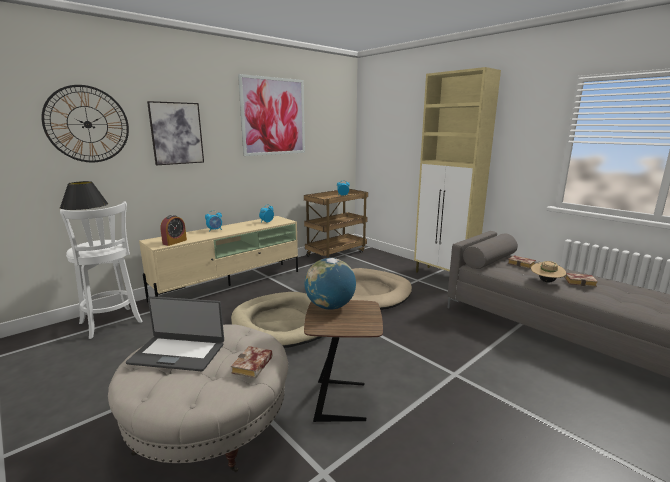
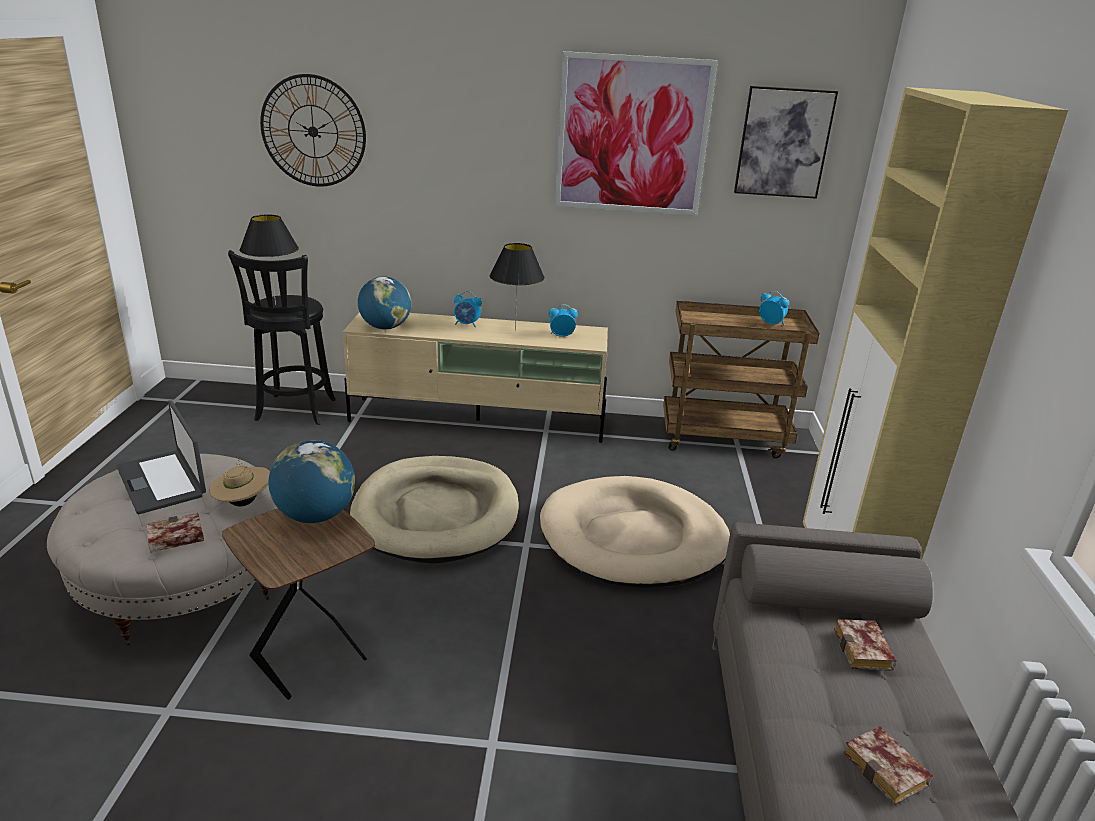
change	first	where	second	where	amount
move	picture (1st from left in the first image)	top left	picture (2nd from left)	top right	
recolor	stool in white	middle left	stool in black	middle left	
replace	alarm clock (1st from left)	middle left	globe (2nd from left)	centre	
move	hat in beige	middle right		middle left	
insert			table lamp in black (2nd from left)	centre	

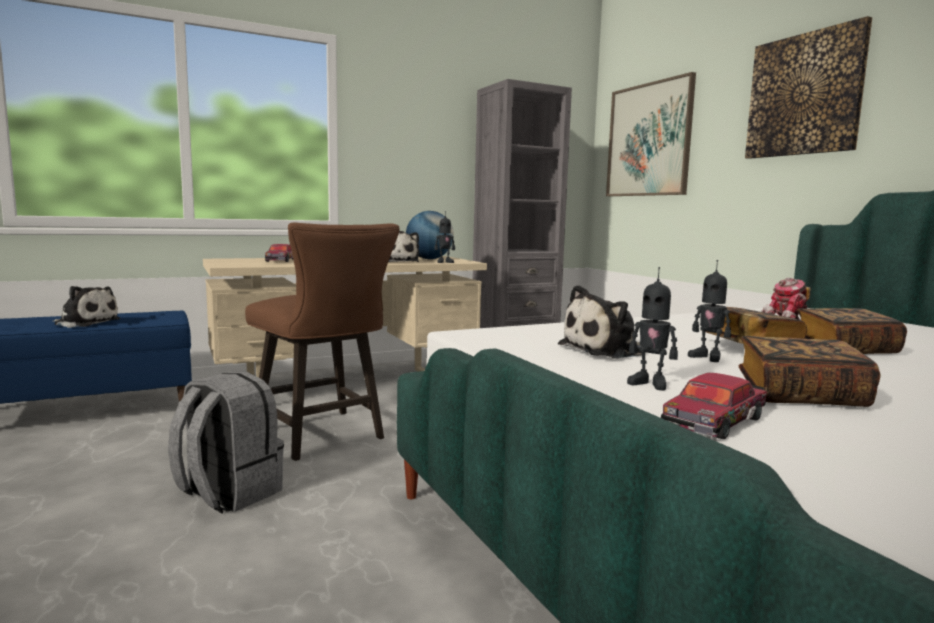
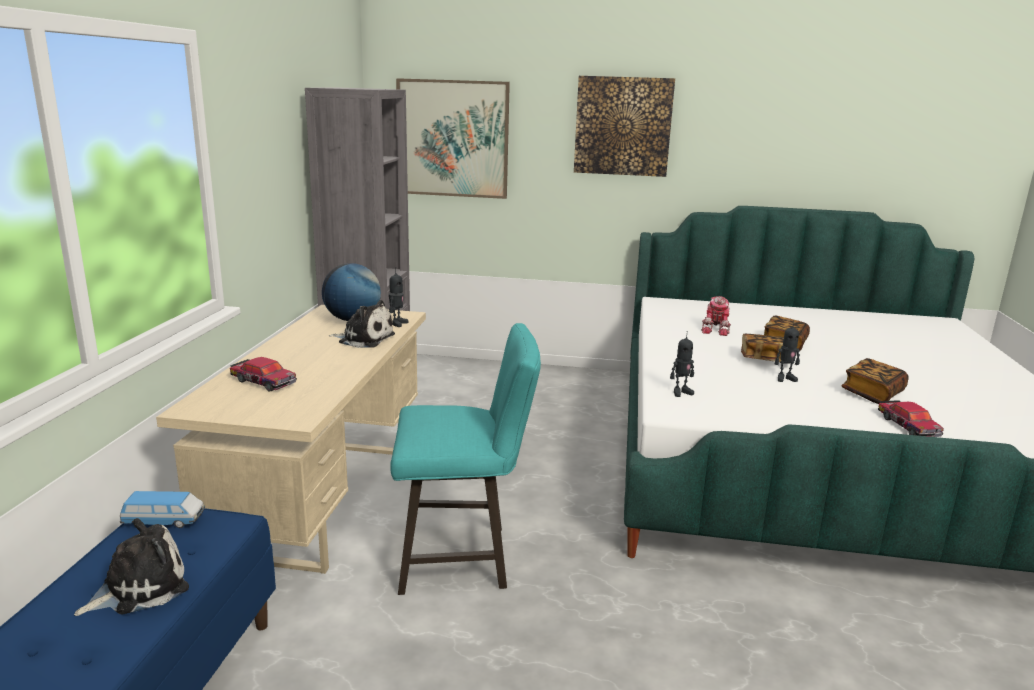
change	first	where	second	where	amount
recolor	stool in brown	centre	stool in turquoise	centre	
move	toy robot (2nd from left)	middle right		centre	
delete	plush toy (3rd from left)	centre			
delete	backpack in grey	bottom left			
insert			toy car (1st from left)	bottom left	

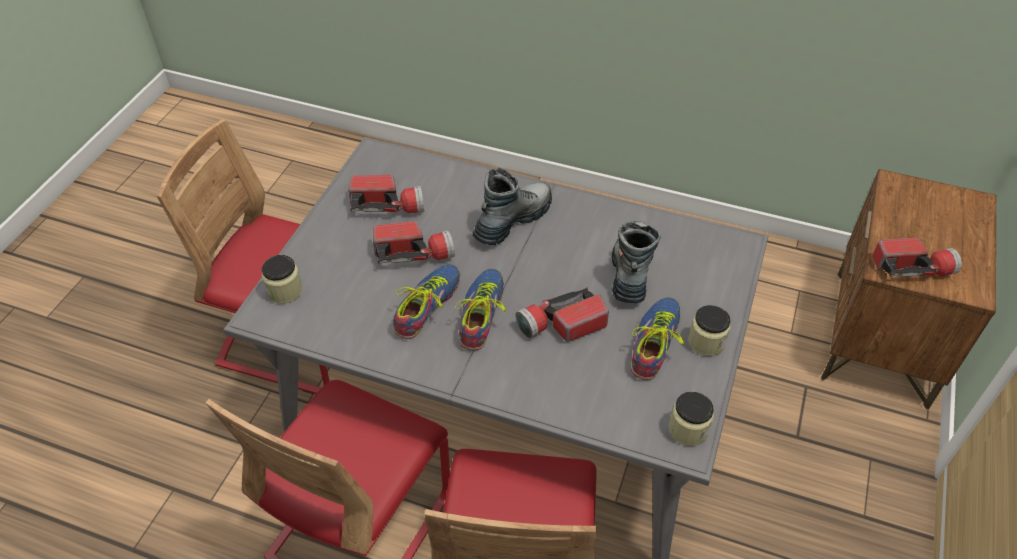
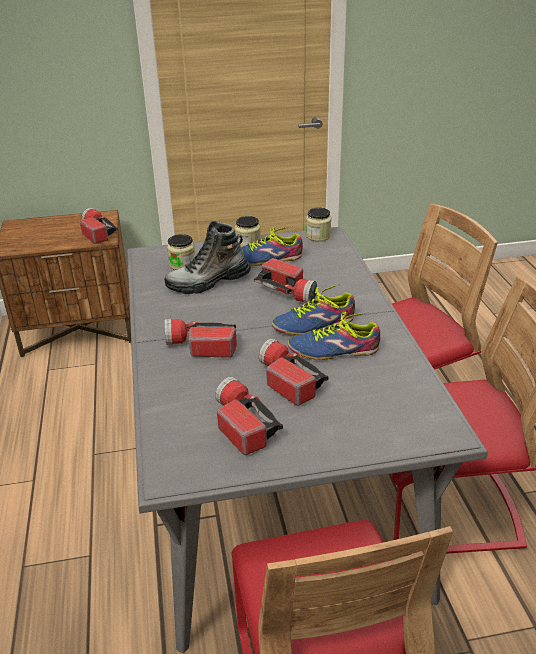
change	first	where	second	where	amount
replace	boot (1st from left)	centre	flashlight (2nd from left)	centre	
move	jar (1st from left)	middle left		centre	

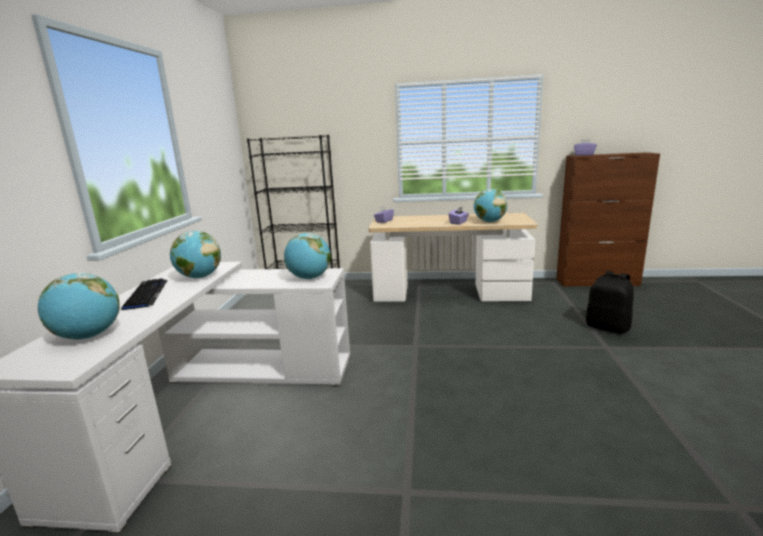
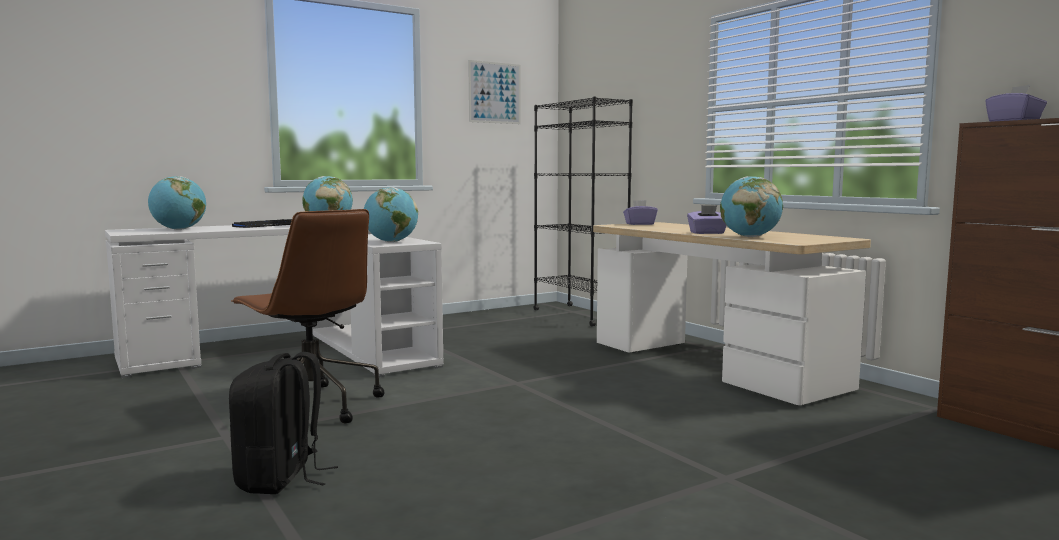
change	first	where	second	where	amount
move	backpack in black	middle right		bottom left	
insert			picture	top centre	
insert			office chair in brown	middle left	

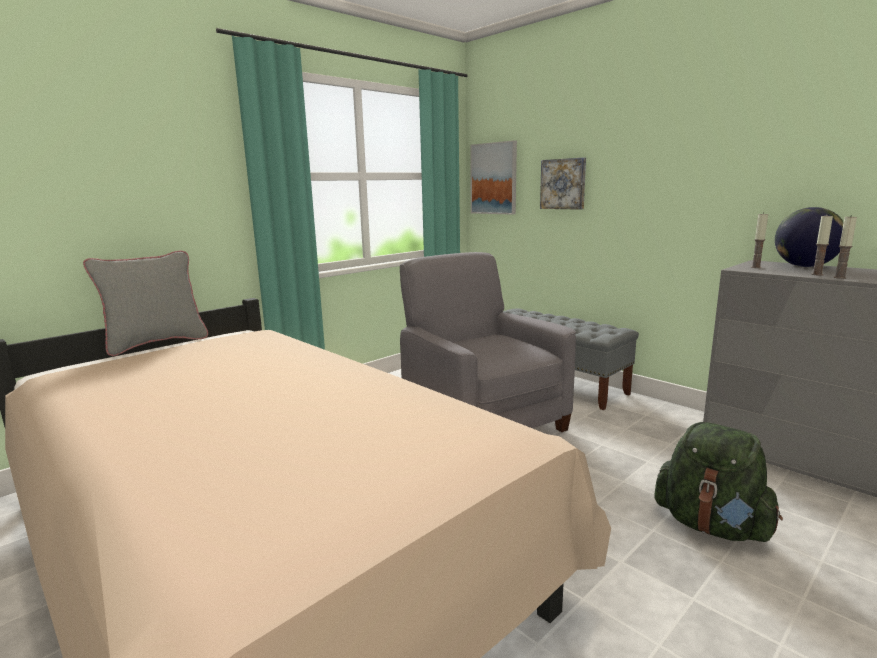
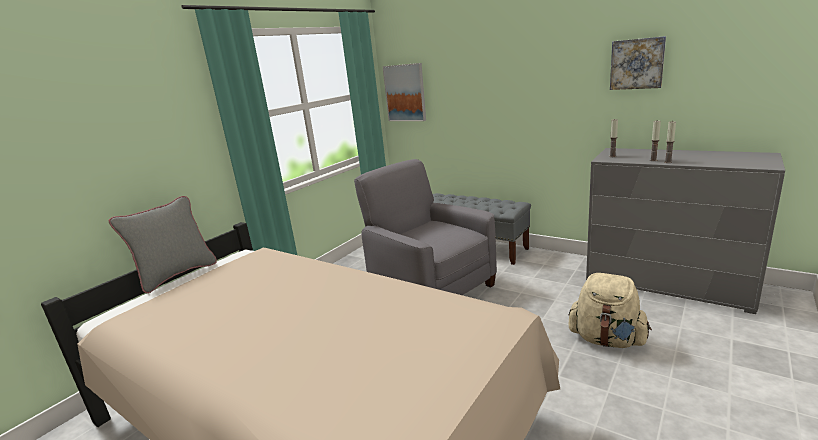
change	first	where	second	where	amount
move	picture (2nd from left)	top centre		top right	
delete	globe	middle right			
recolor	backpack in green	bottom right	backpack in beige	bottom right	

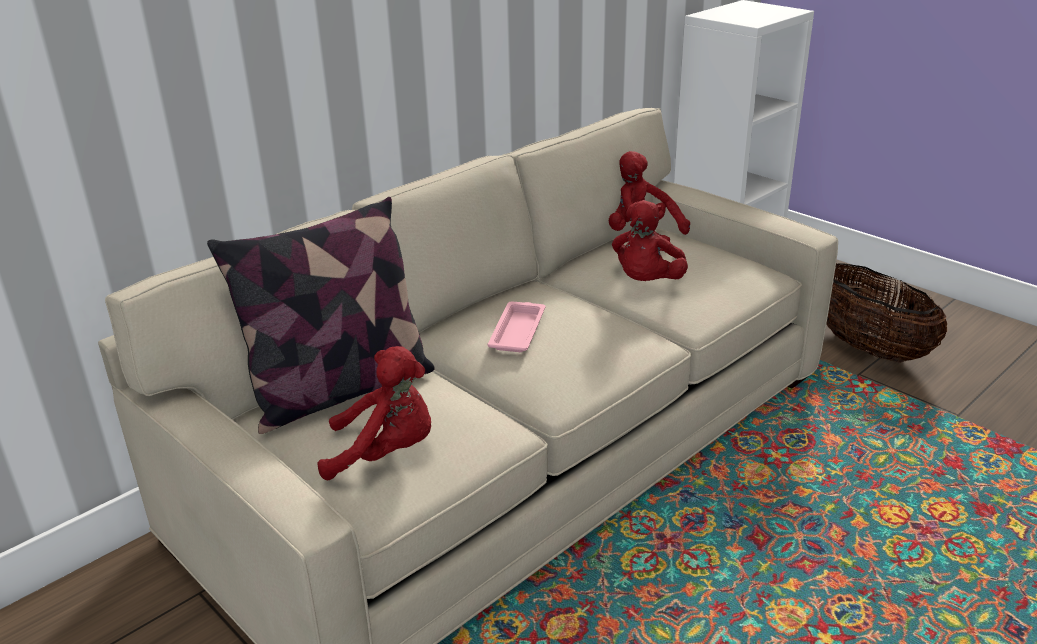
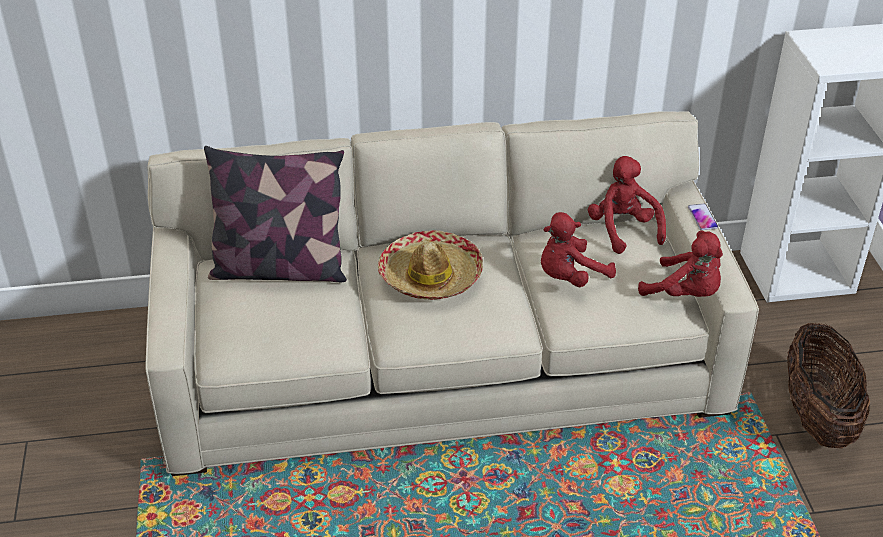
change	first	where	second	where	amount
replace	tray in pink	centre	hat	centre	
move	plush toy in red (1st from left in the first image)	centre	plush toy in red (3rd from left)	middle right	
insert			phone	middle right	

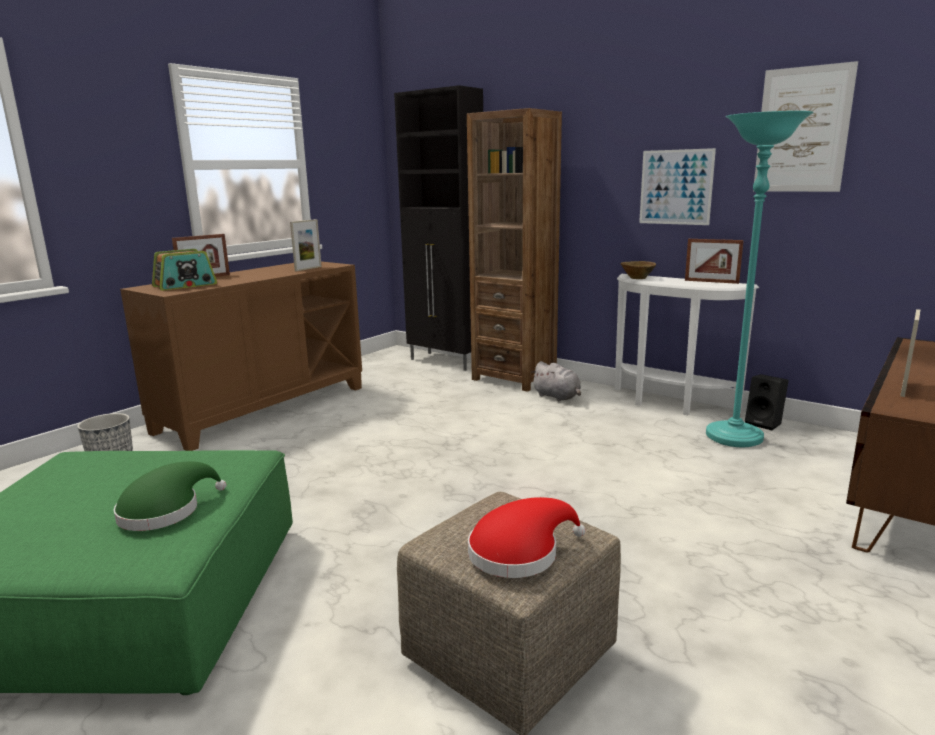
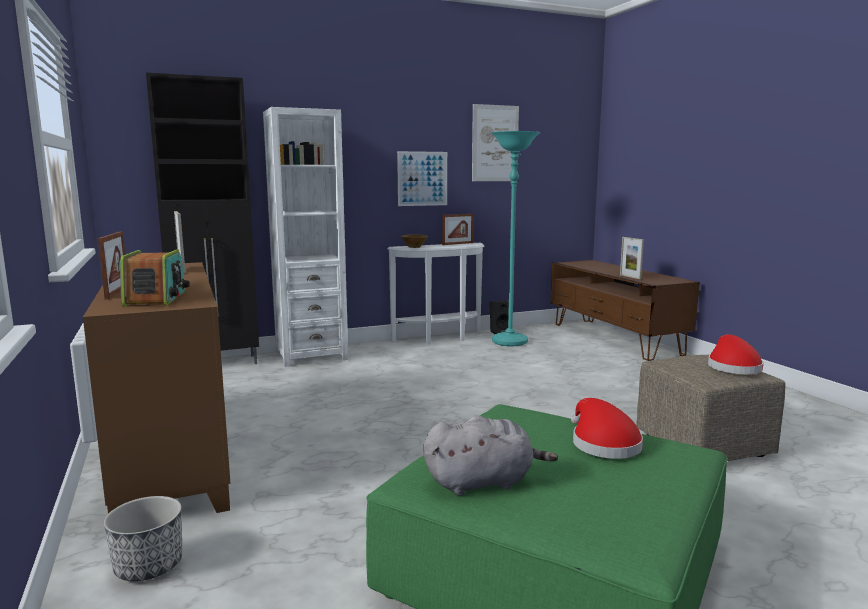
change	first	where	second	where	amount
recolor	bookcase in brown	centre	bookcase in white	centre	
move	plush toy in grey	centre		bottom centre	
recolor	hat in green	bottom left	hat in red (1st from left)	bottom right	

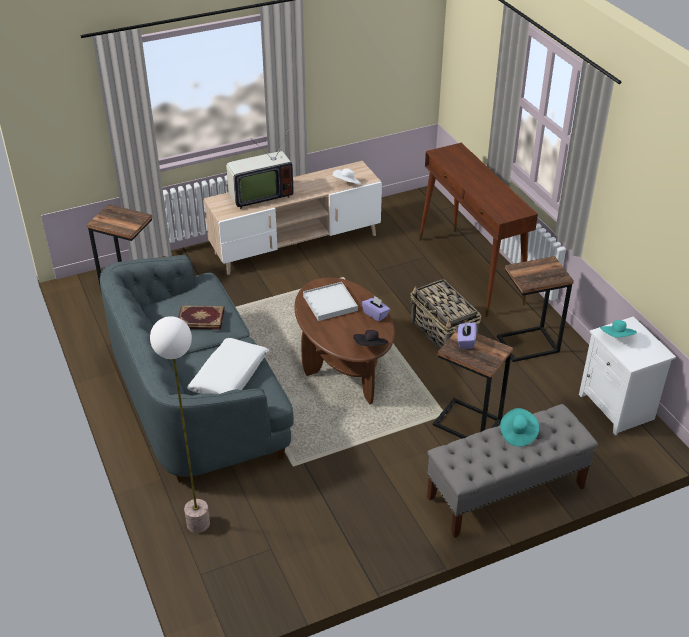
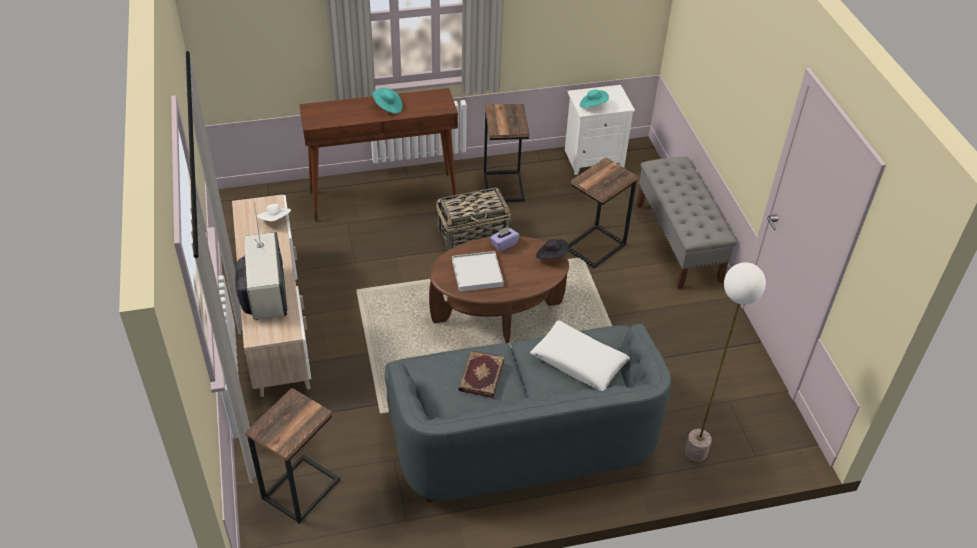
change	first	where	second	where	amount
delete	tissue box in purple (2nd from left)	middle right			
move	hat in turquoise (1st from left)	bottom right		top centre	

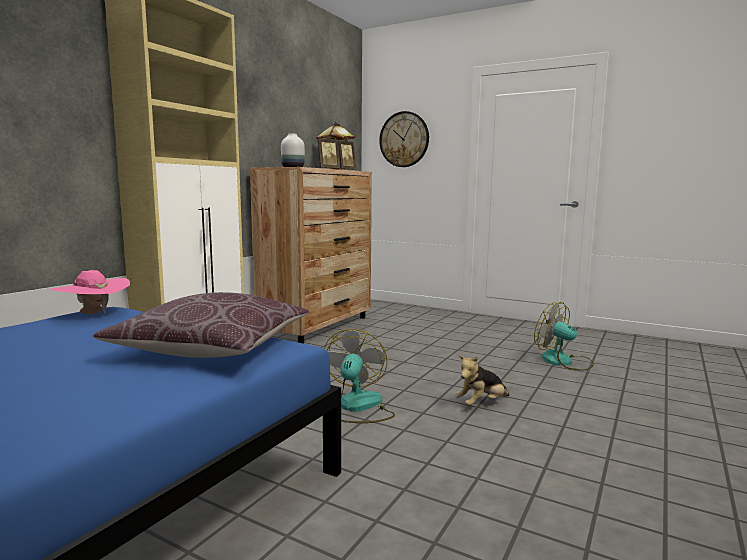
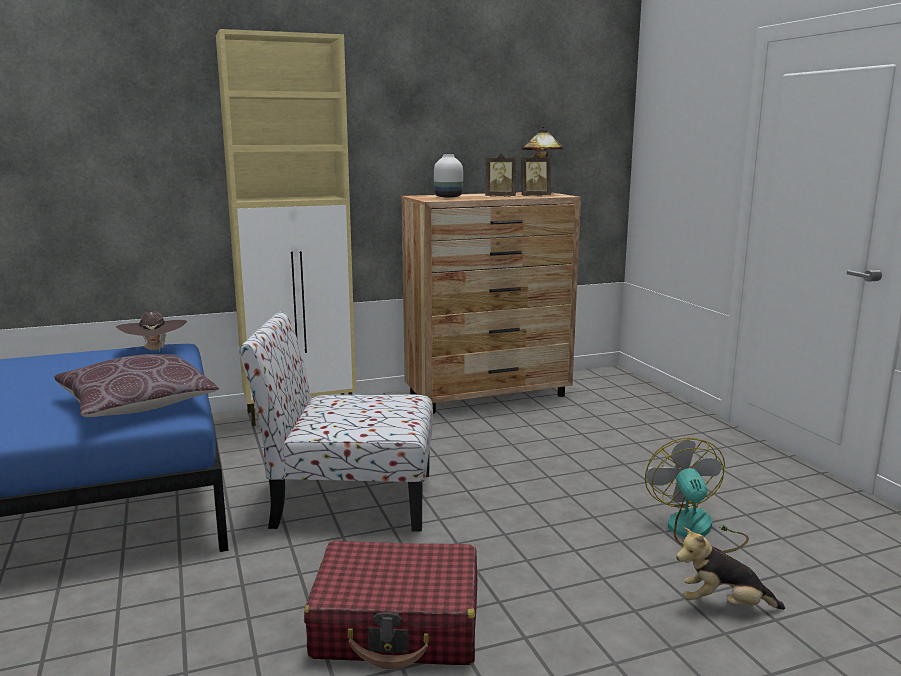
change	first	where	second	where	amount
delete	wall clock	top centre			
recolor	hat in pink	middle left	hat in brown	middle left	
replace	fan (1st from left)	bottom centre	chair	centre	
move	plush toy	bottom centre		bottom right	
insert			suitcase in red	bottom centre	

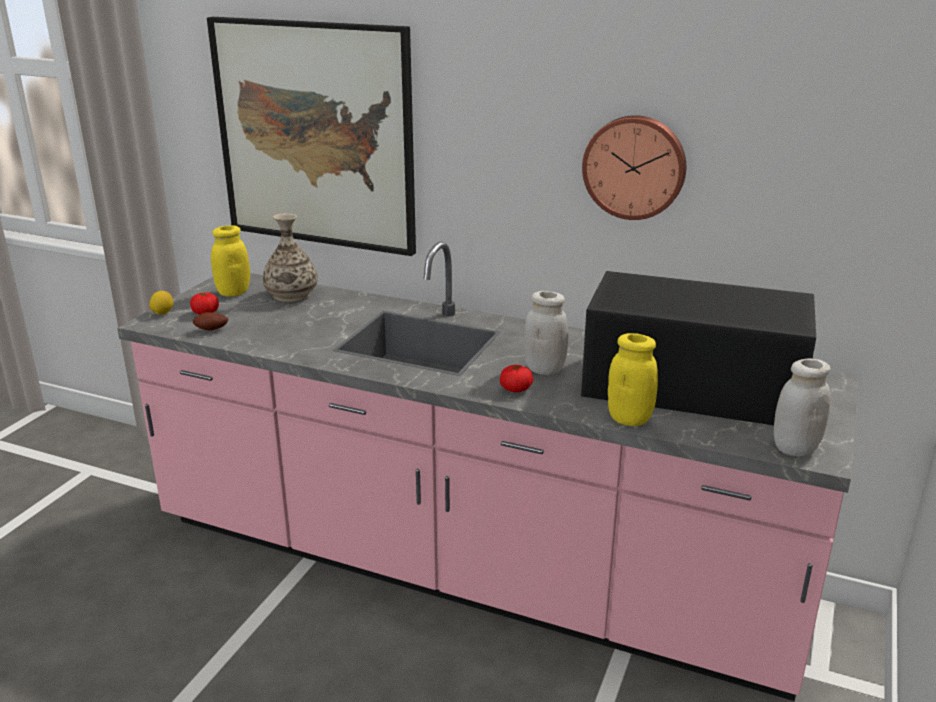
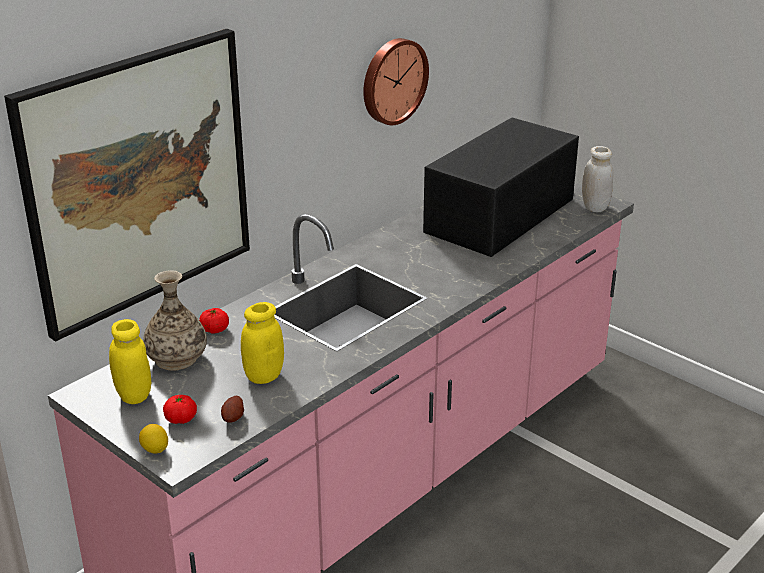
change	first	where	second	where	amount
delete	jar in white (1st from left)	centre			
move	jar in yellow (2nd from left)	middle right		centre	
move	tomato (2nd from left)	centre		middle left	

